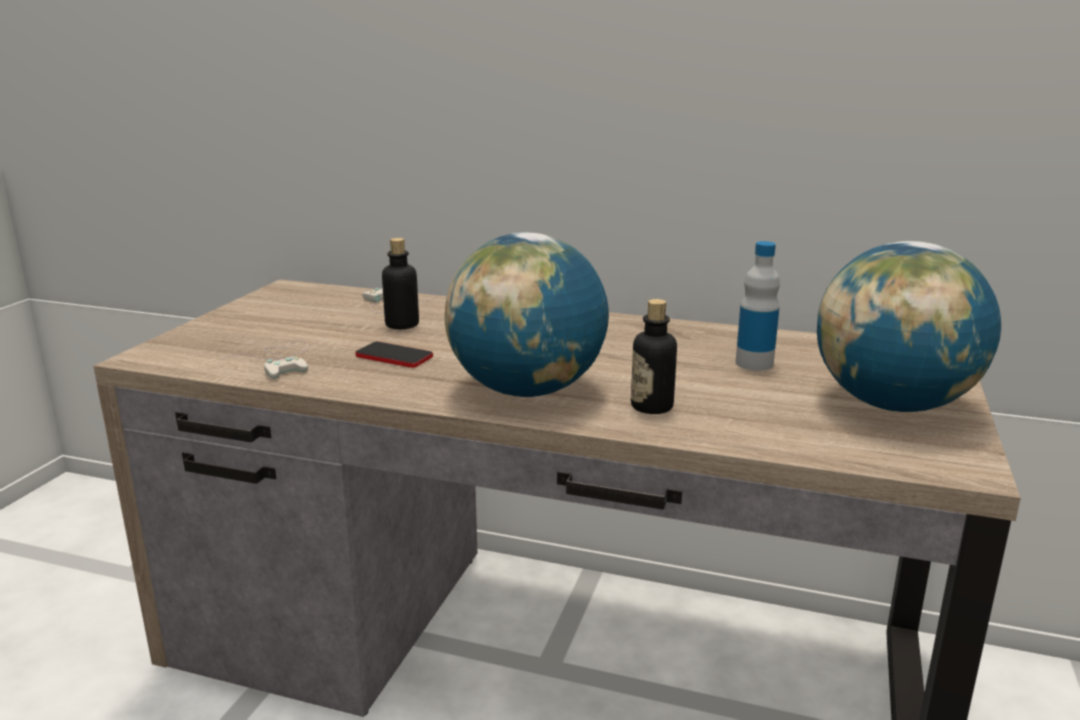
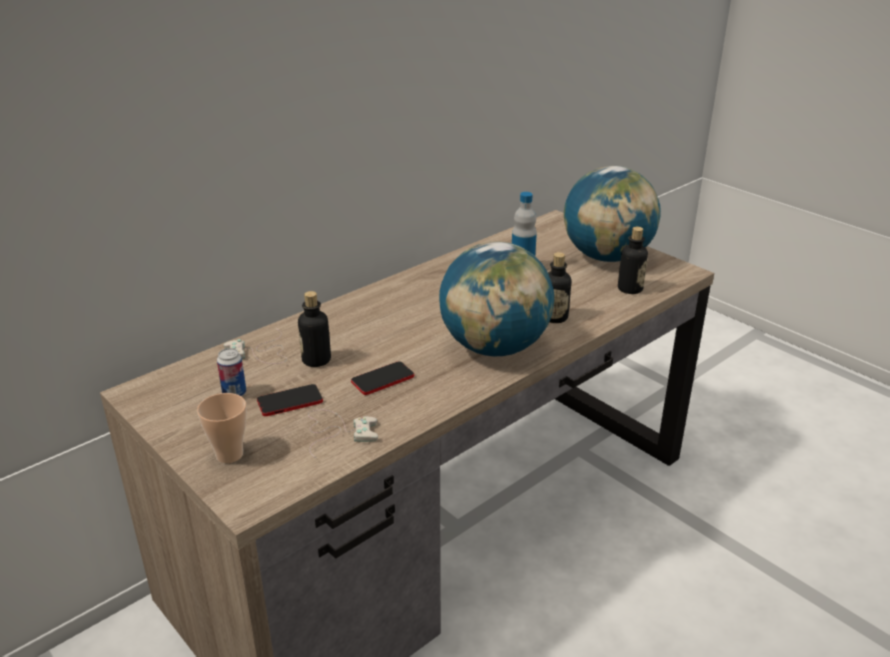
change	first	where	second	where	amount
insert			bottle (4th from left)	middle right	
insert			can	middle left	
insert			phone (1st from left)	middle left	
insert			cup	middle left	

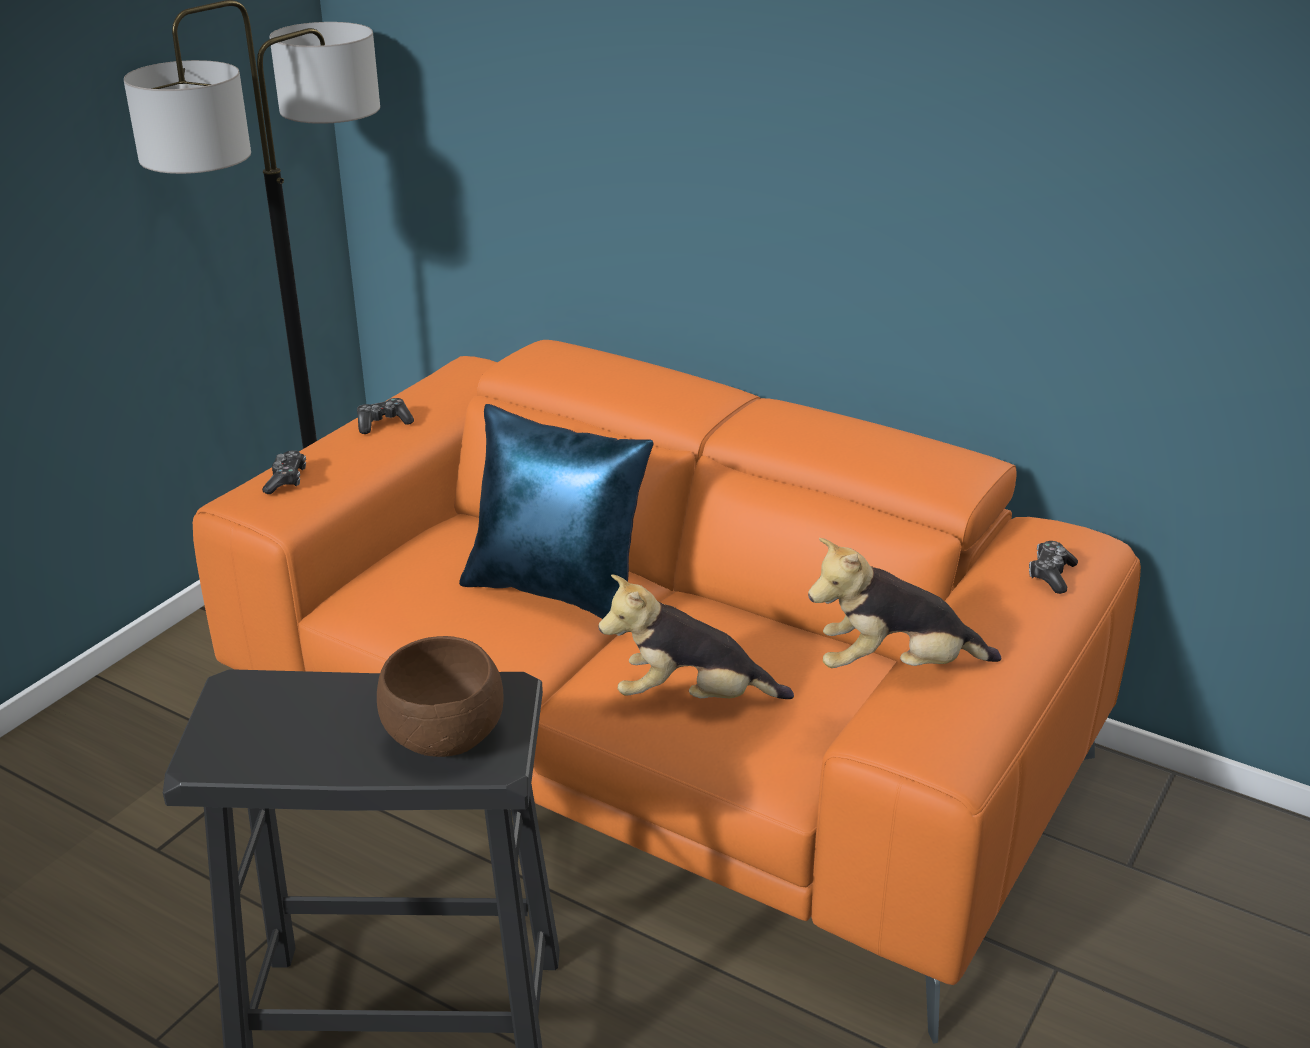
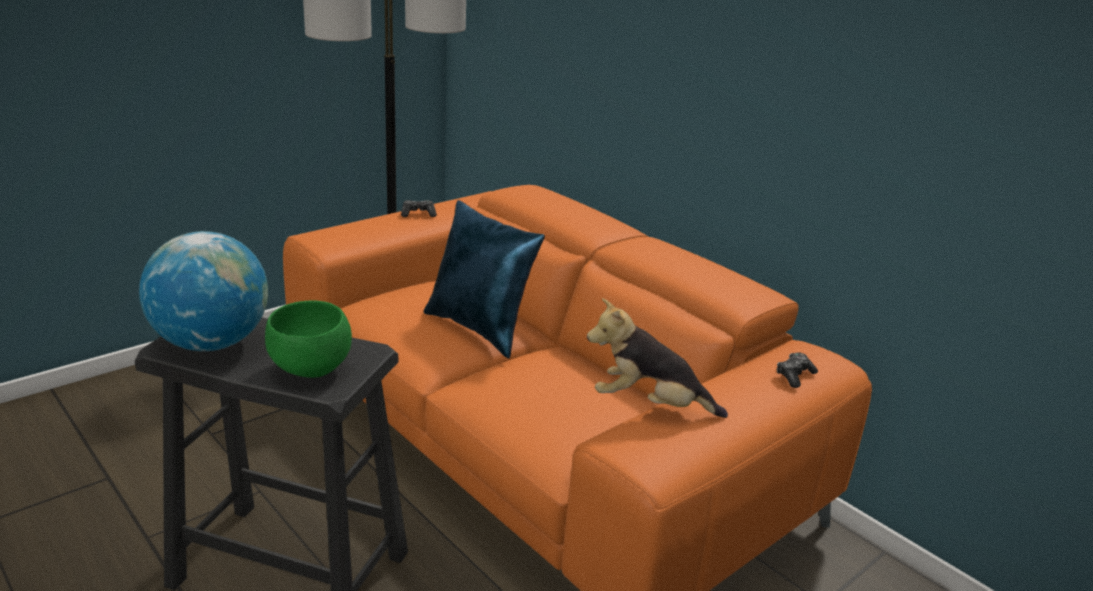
change	first	where	second	where	amount
delete	game controller (1st from left)	middle left			
delete	plush toy (1st from left)	centre			
recolor	bowl in brown	centre	bowl in green	middle left	
insert			globe	middle left	

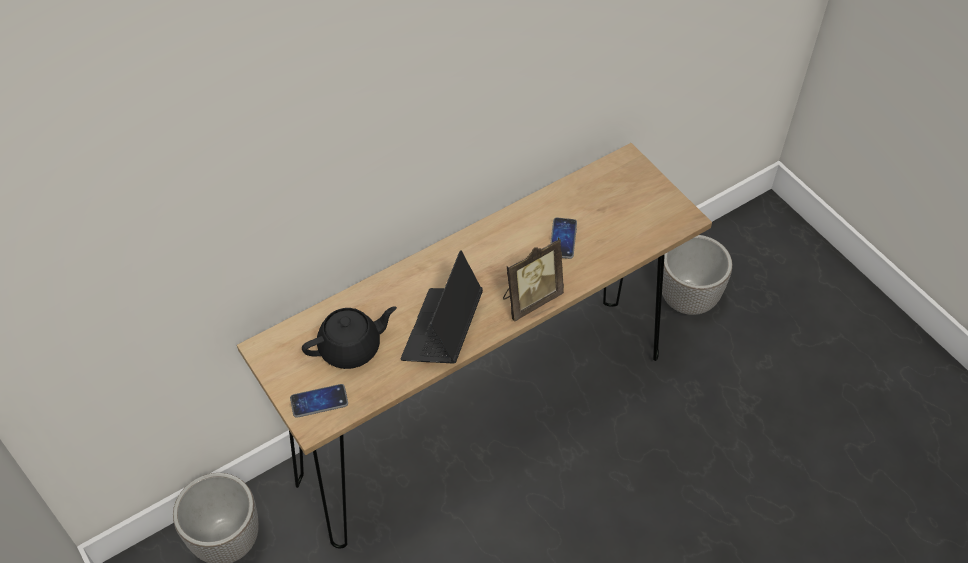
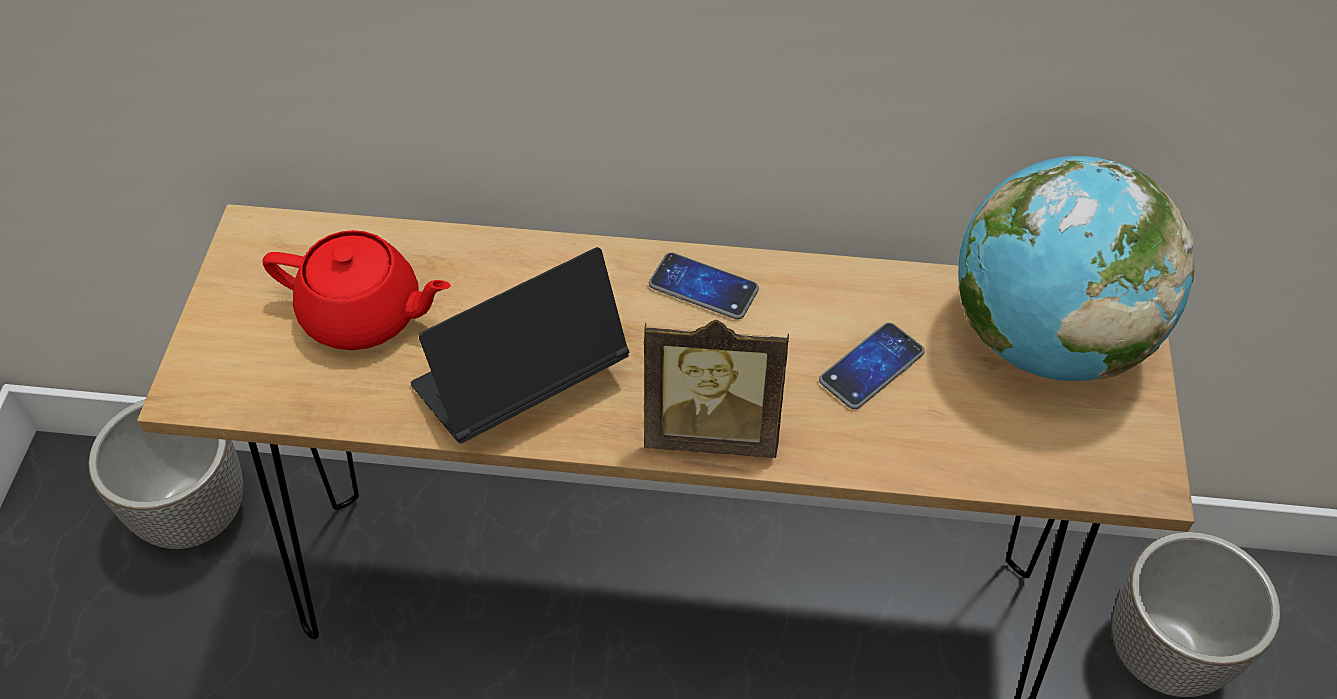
change	first	where	second	where	amount
recolor	teapot in black	centre	teapot in red	middle left	
move	phone (1st from left)	bottom left		centre	
insert			globe	middle right	

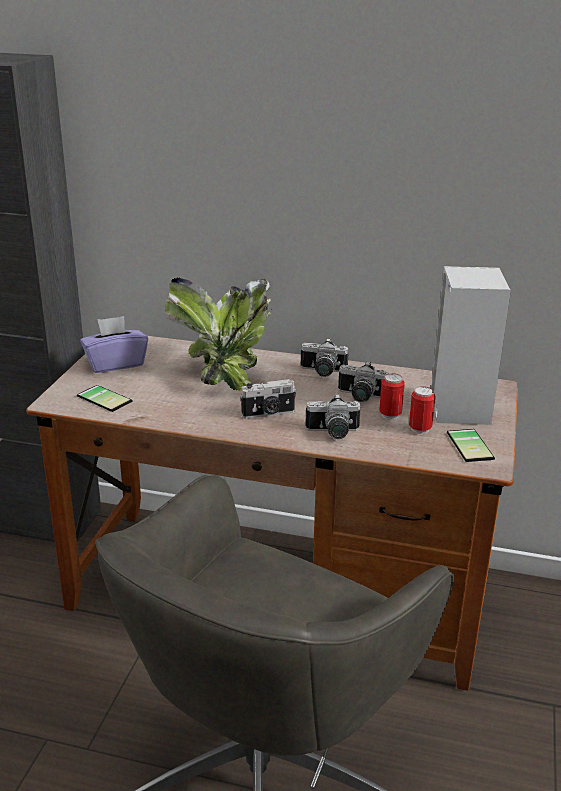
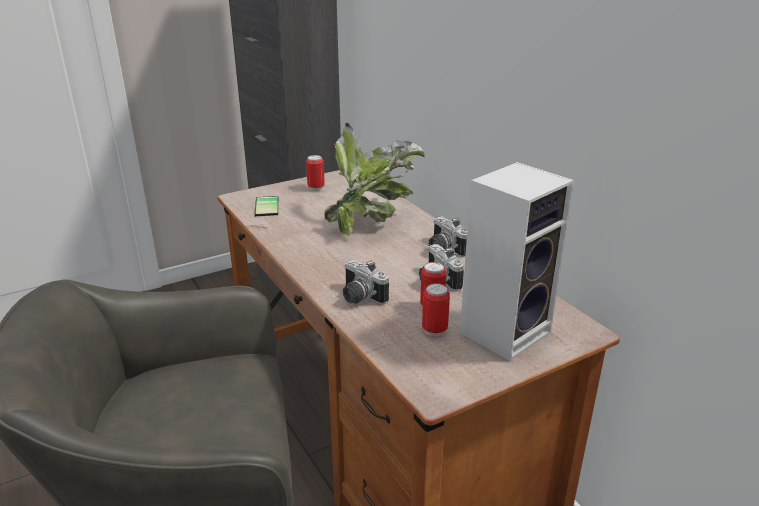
change	first	where	second	where	amount
replace	tissue box in purple	middle left	can (1st from left)	centre	
delete	photo camera (1st from left)	centre			
delete	phone (2nd from left)	middle right			

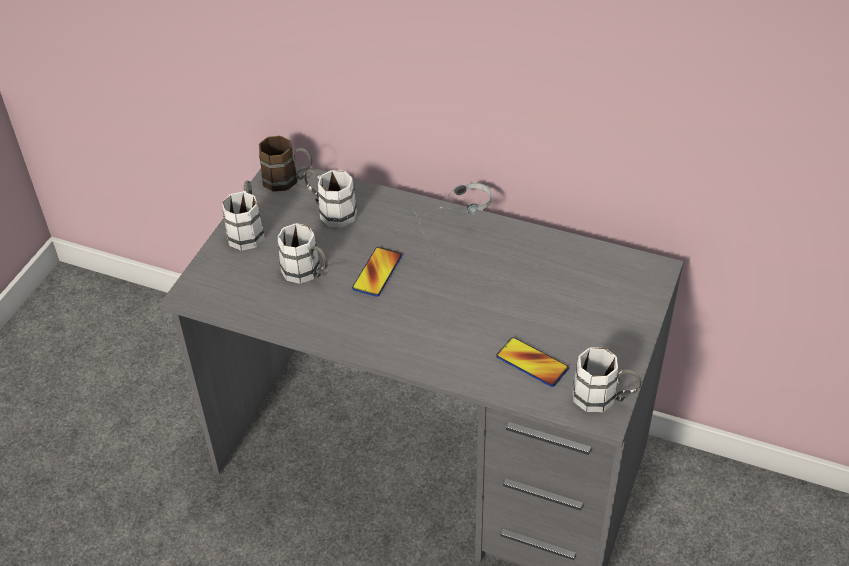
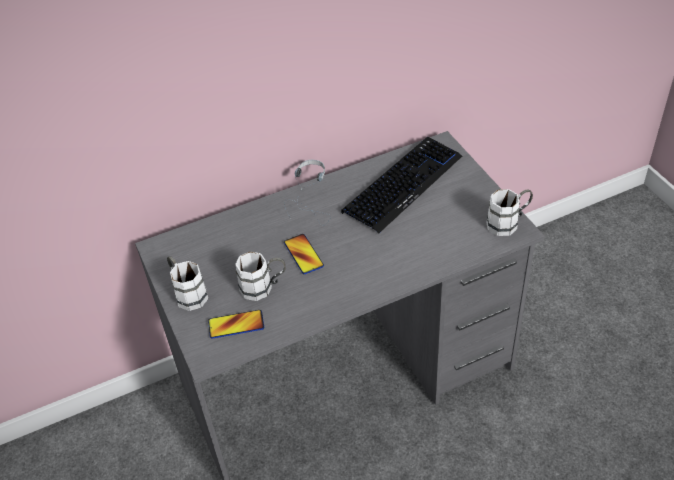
change	first	where	second	where	amount
delete	mug in brown	top centre			
delete	mug in white (3rd from left)	centre			
move	phone (2nd from left in the first image)	centre	phone (1st from left)	bottom centre	
insert			keyboard	centre	

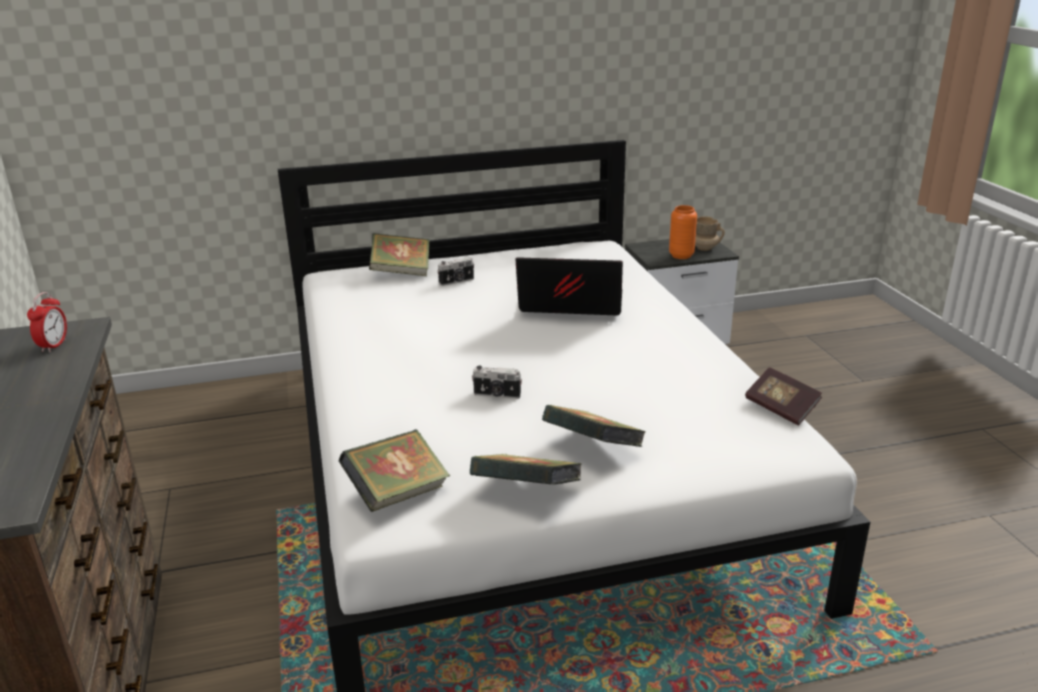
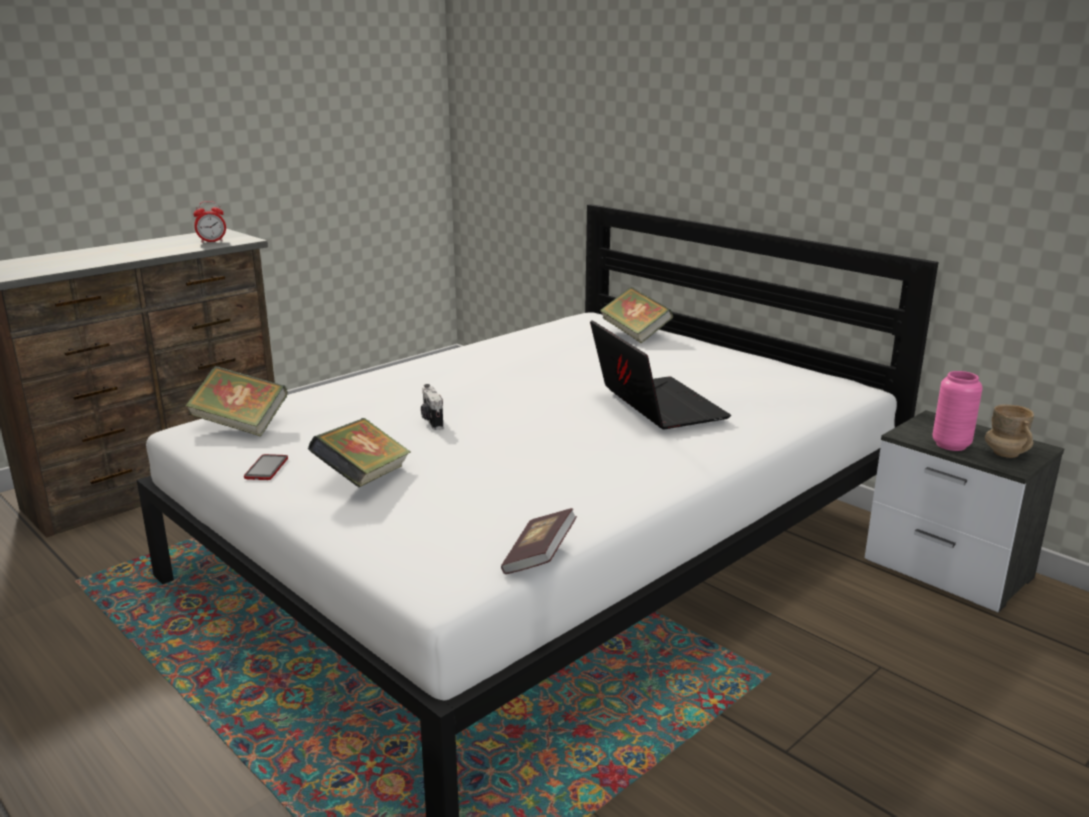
change	first	where	second	where	amount
recolor	vase in orange	centre	vase in pink	middle right	
delete	photo camera (1st from left)	centre			
replace	book (3rd from left)	bottom centre	phone	middle left	

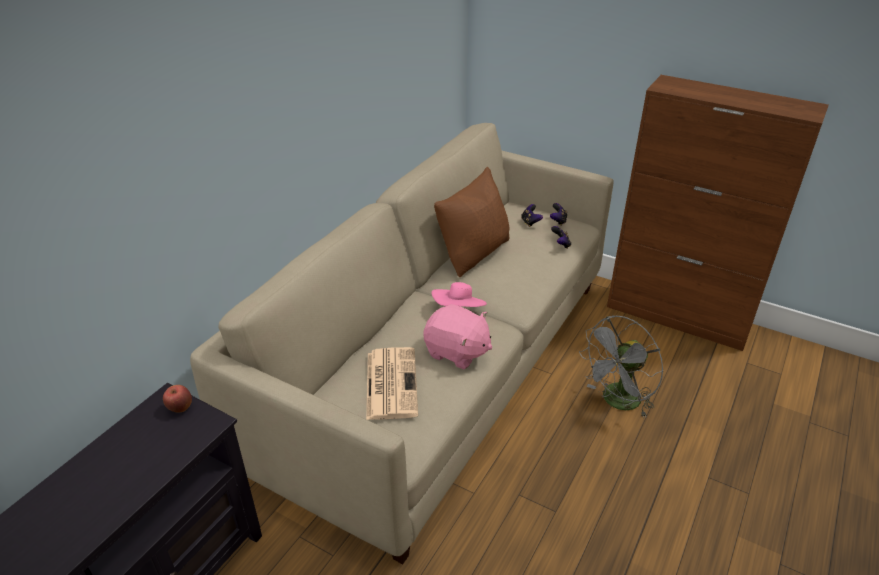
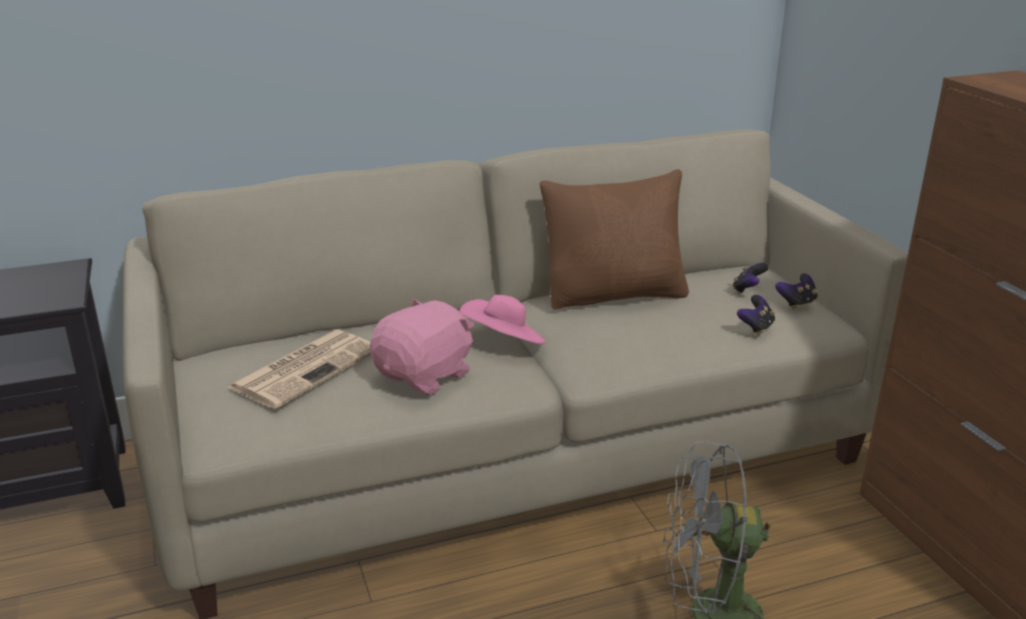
change	first	where	second	where	amount
rotate	plush toy in pink	centre		centre	120 degrees counterclockwise
delete	apple	bottom left			

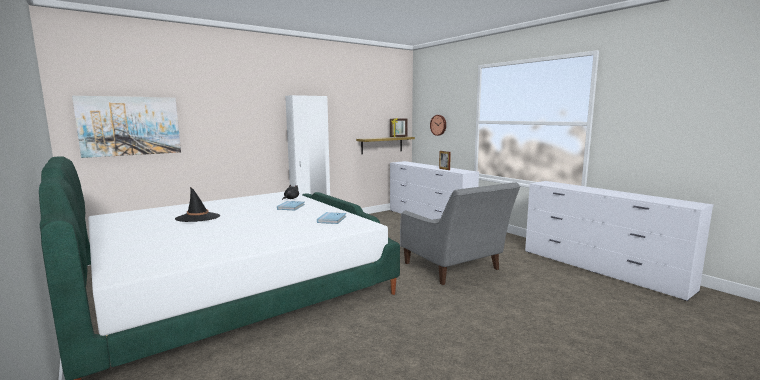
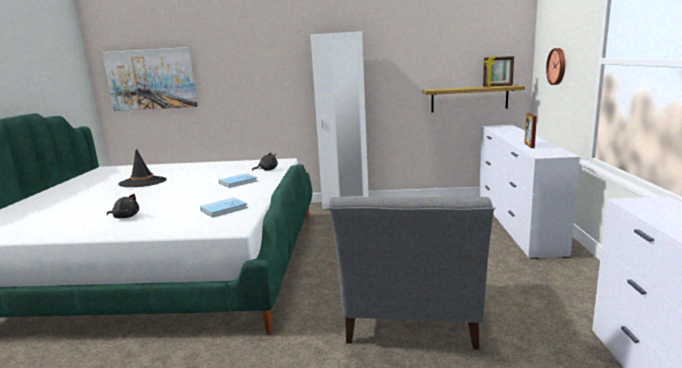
change	first	where	second	where	amount
insert			plush toy in black (1st from left)	middle left	

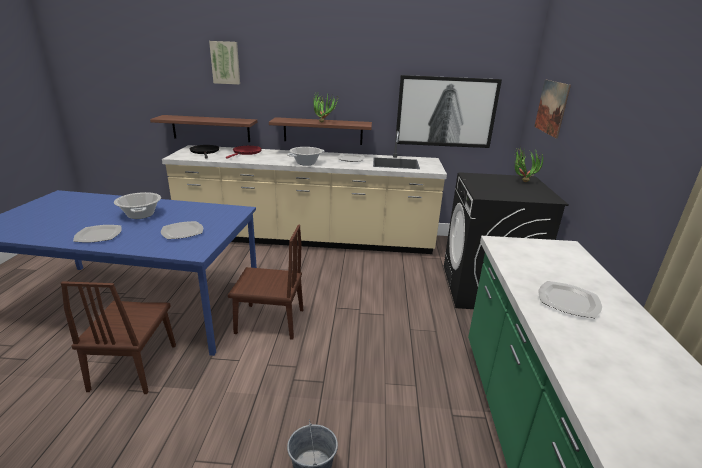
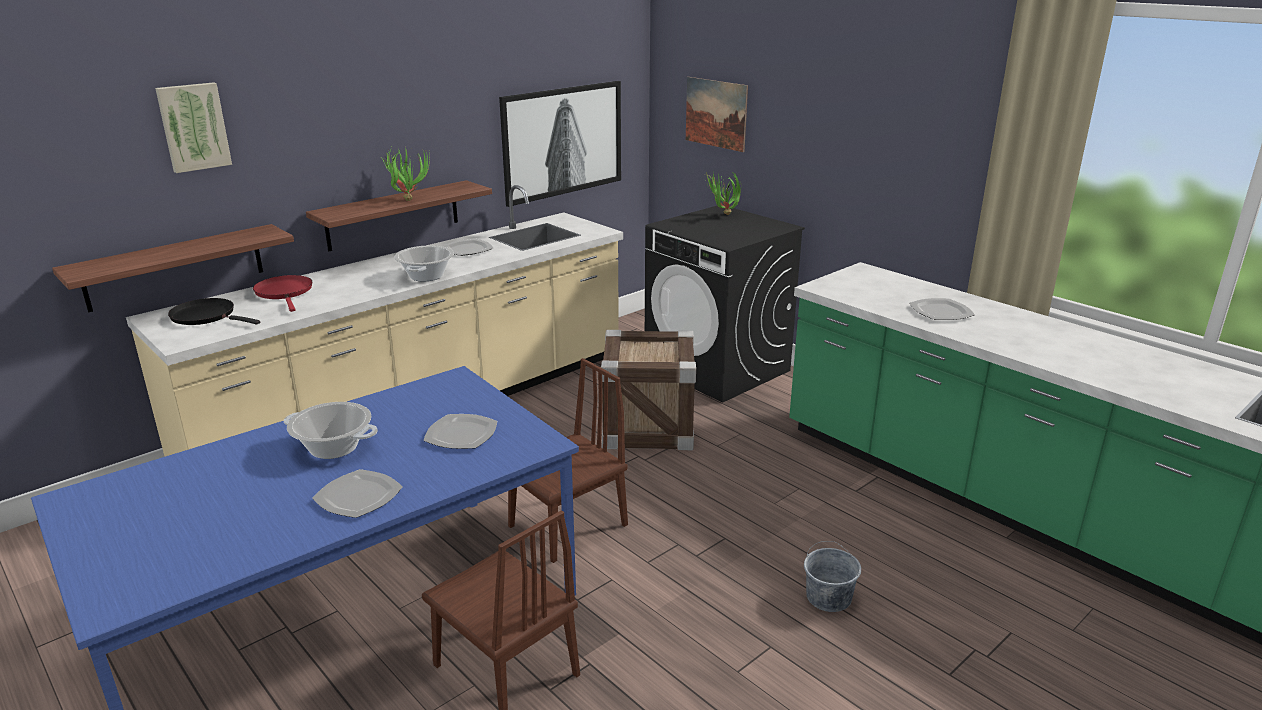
change	first	where	second	where	amount
insert			crate	centre	

